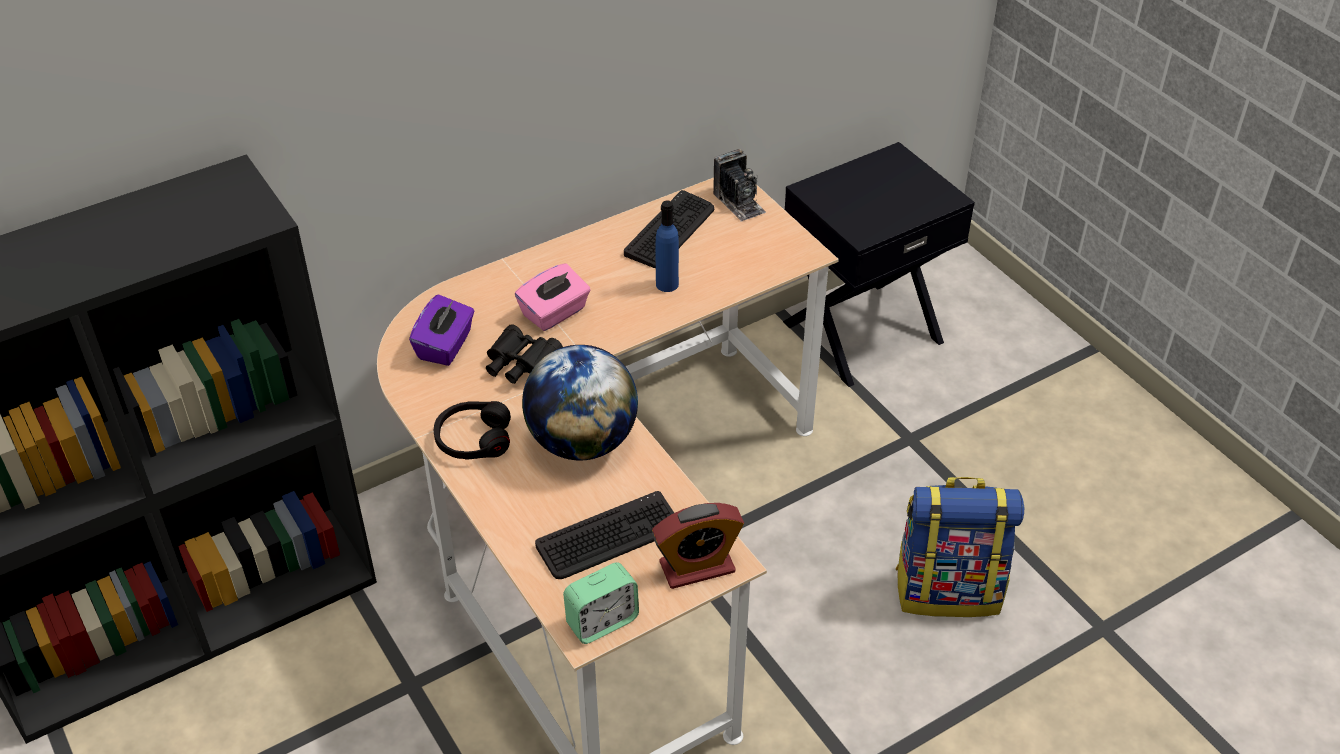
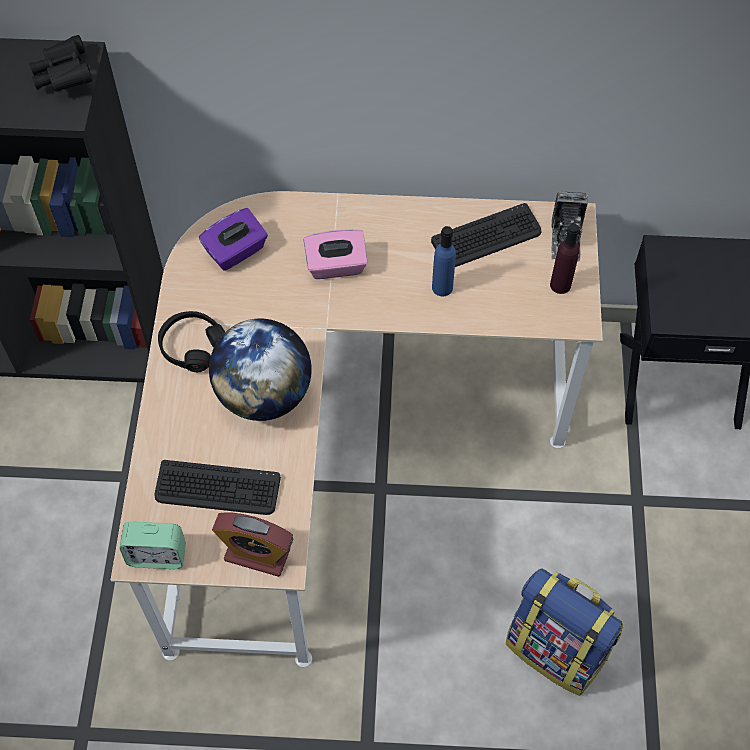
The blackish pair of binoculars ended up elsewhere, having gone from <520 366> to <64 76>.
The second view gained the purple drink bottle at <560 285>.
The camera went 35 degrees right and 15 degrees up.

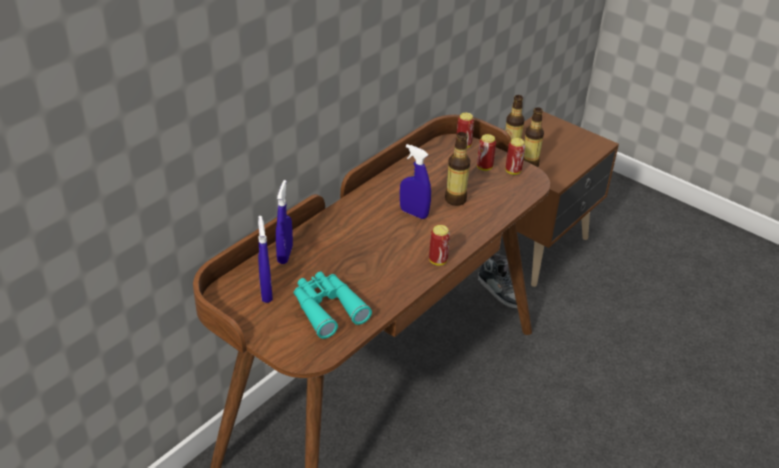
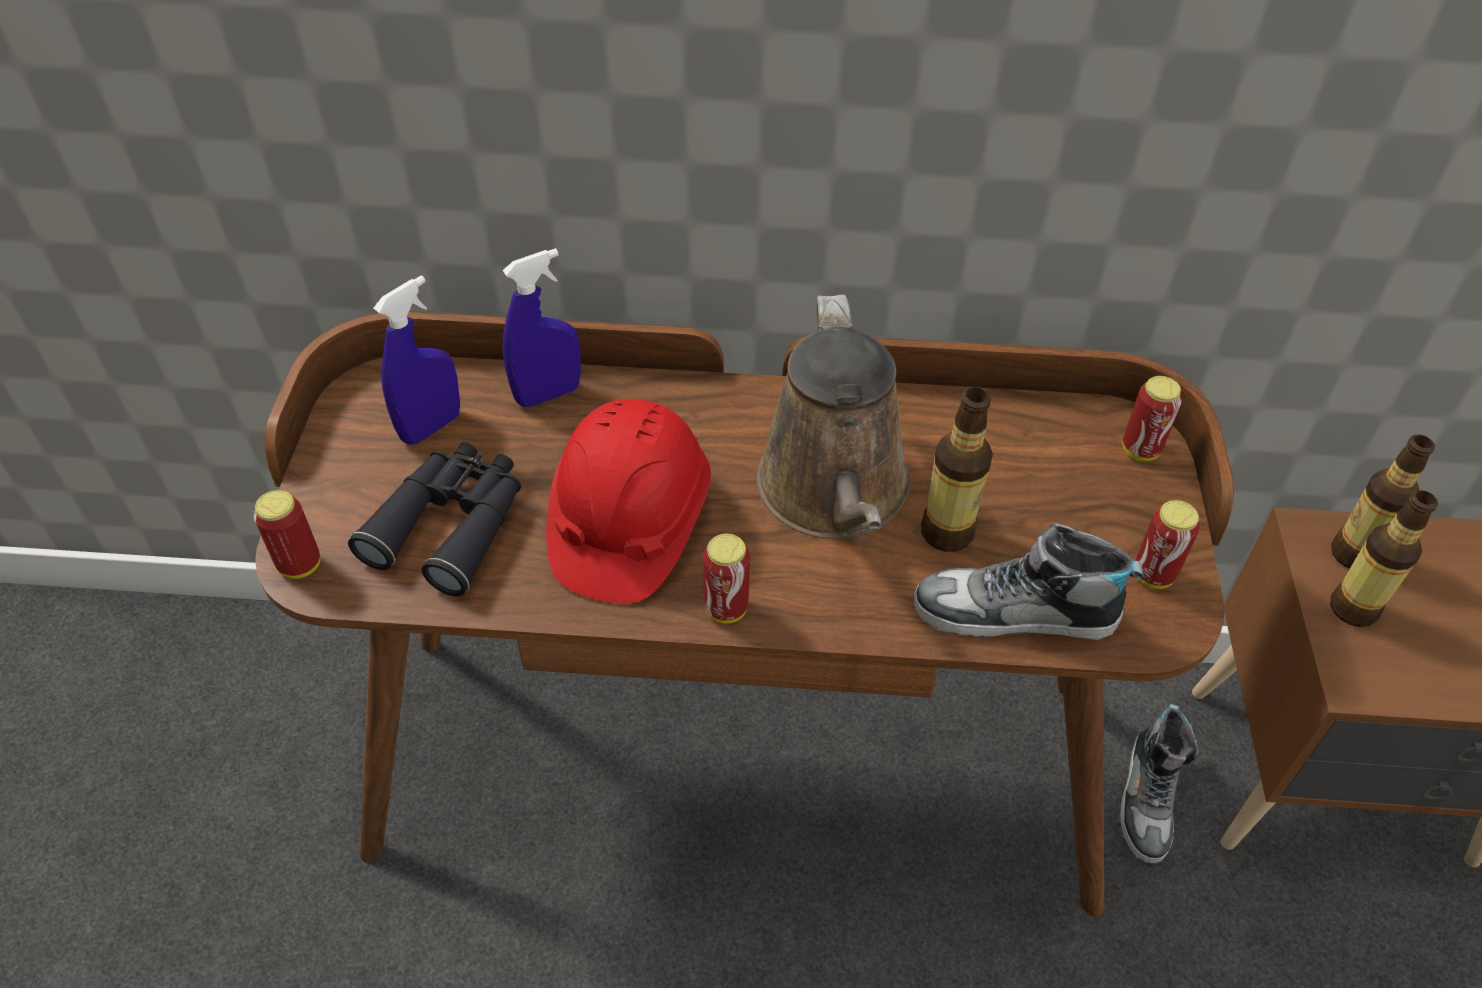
The sealed can ended up elsewhere, having gone from <484 167> to <300 565>.
Where the blue hand sprayer stood at <414 213>, the brownish watering can came to stand at <835 494>.
What was the blue-green pair of binoculars at <327 308> turned into the blackish pair of binoculars at <452 525>.
The second view gained the red-coloured hard hat at <629 524>.
The second view gained the item of footwear at <1015 614>.
The camera went 55 degrees right and 10 degrees up.

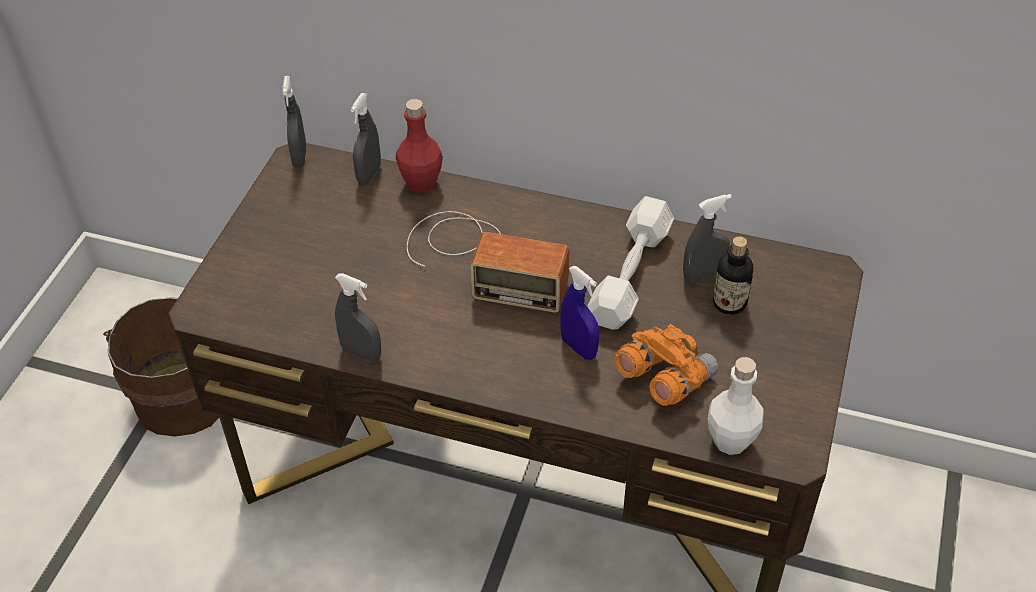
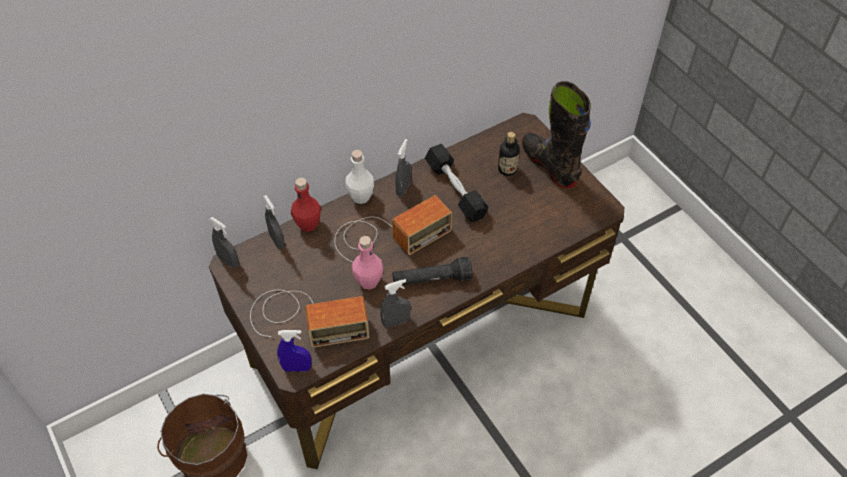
The greyish hand sprayer ended up elsewhere, having gone from <703 275> to <403 188>.
What was the white-coloured free weight at <630 275> turned into the blackish free weight at <455 190>.
The blue hand sprayer ended up elsewhere, having gone from <579 348> to <297 368>.
The second view lost the orange-coloured pair of binoculars at <663 378>.
The white-coloured drink bottle ended up elsewhere, having gone from <730 441> to <360 197>.
The second view gained the blackish high-top boot at <550 165>.
The second view gained the pink-coloured drink bottle at <368 281>.
The second view gained the blackish hand torch at <431 280>.
The second view gained the radio receiver at <305 318>.
The camera went 50 degrees left and 5 degrees up.

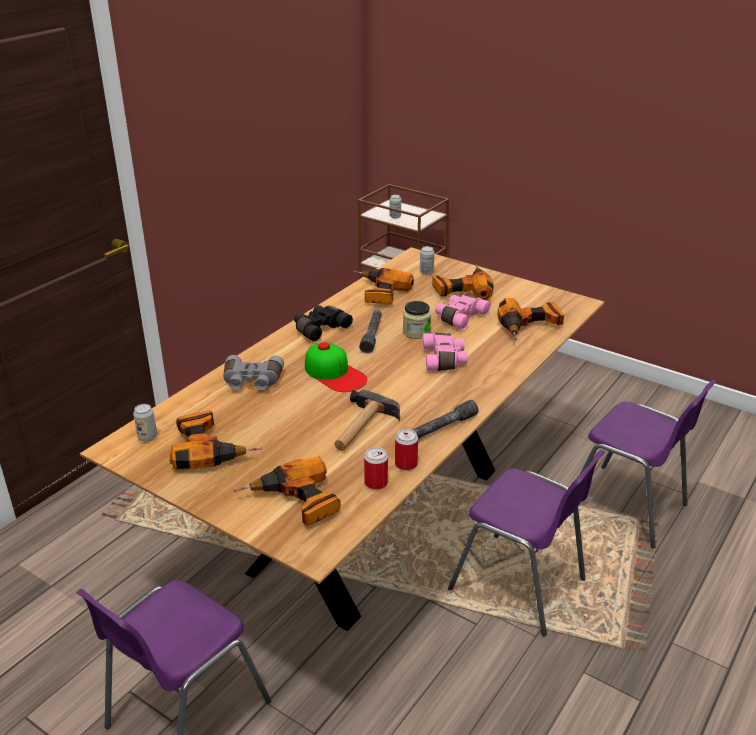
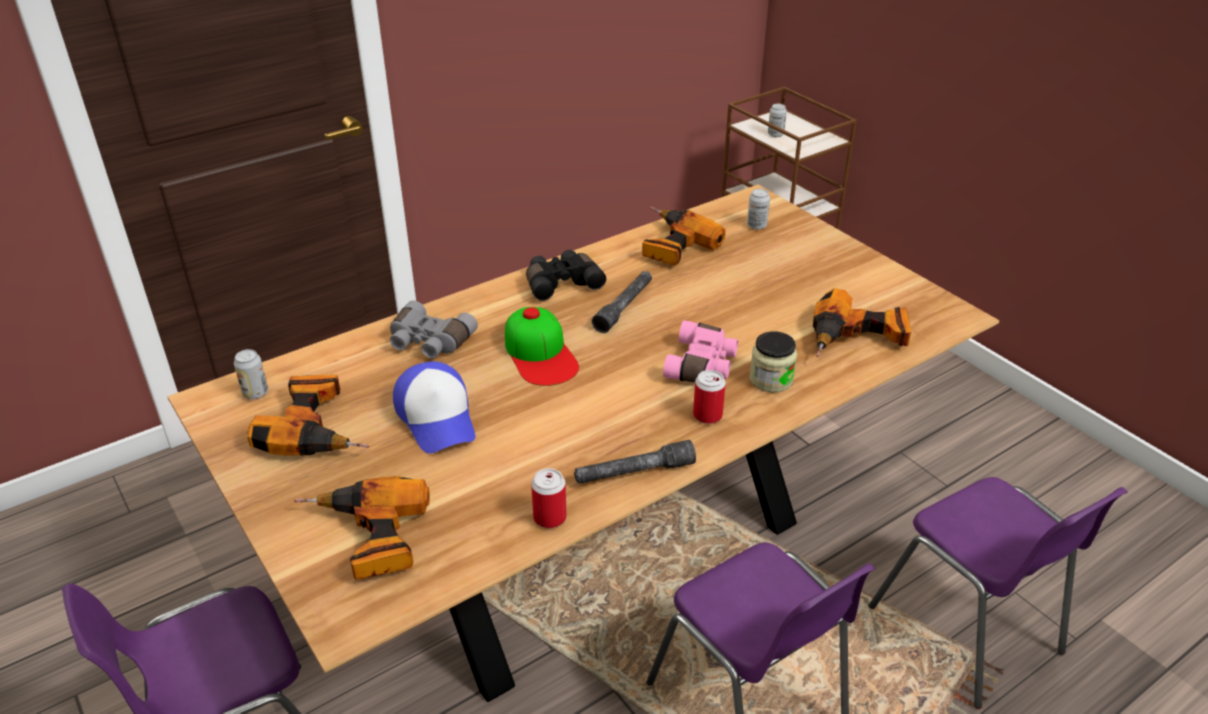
The second view lost the power drill at <461 289>.
The second view lost the pink-coloured pair of binoculars at <459 317>.
The preserve jar ended up elsewhere, having gone from <416 332> to <771 379>.
The second view lost the hand hammer at <361 428>.
The sealed can ended up elsewhere, having gone from <376 483> to <707 415>.
The second view gained the peaked cap at <437 418>.
The camera went 20 degrees right and 5 degrees up.

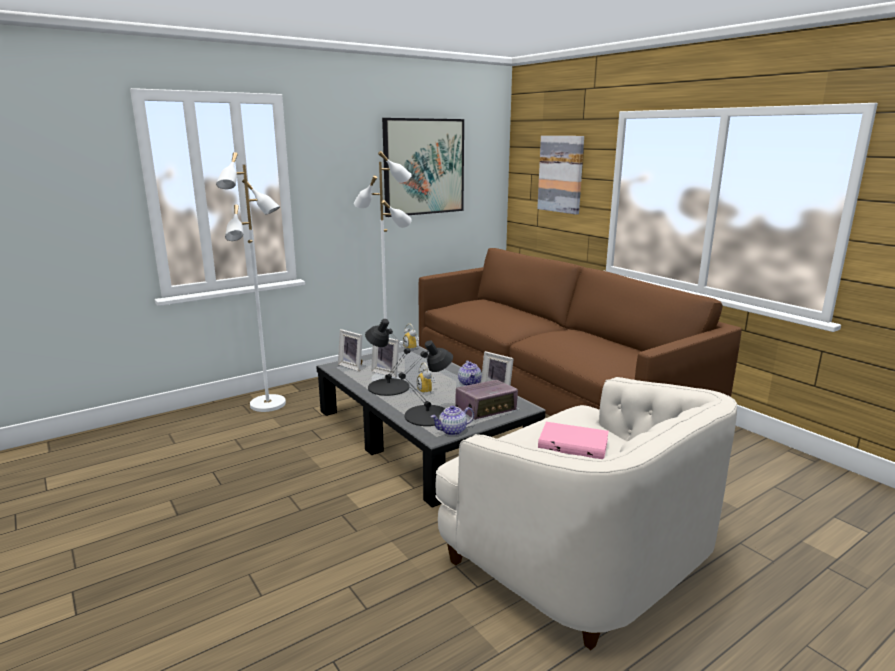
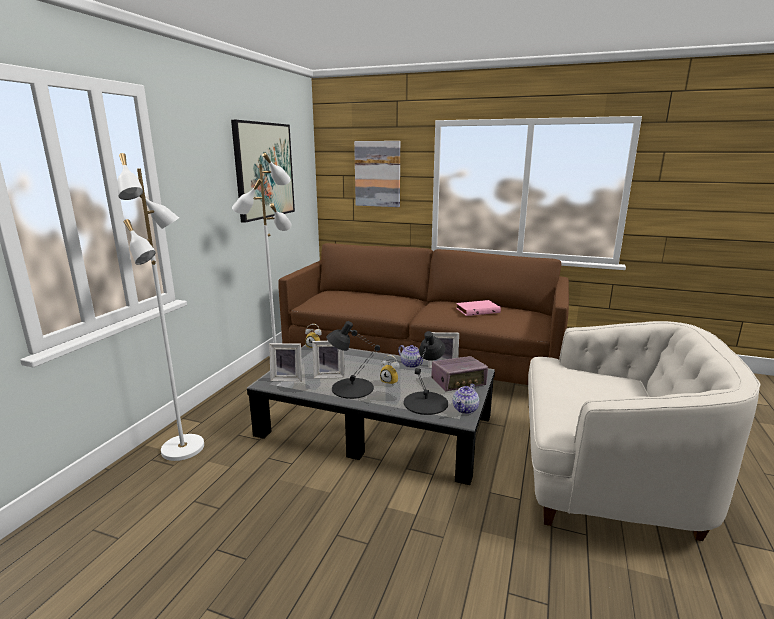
The radio receiver at <486 409> ended up facing another way, 45 degrees clockwise from before.
The pink-coloured volume ended up elsewhere, having gone from <574 443> to <477 310>.
The camera went 35 degrees left and 0 degrees up.

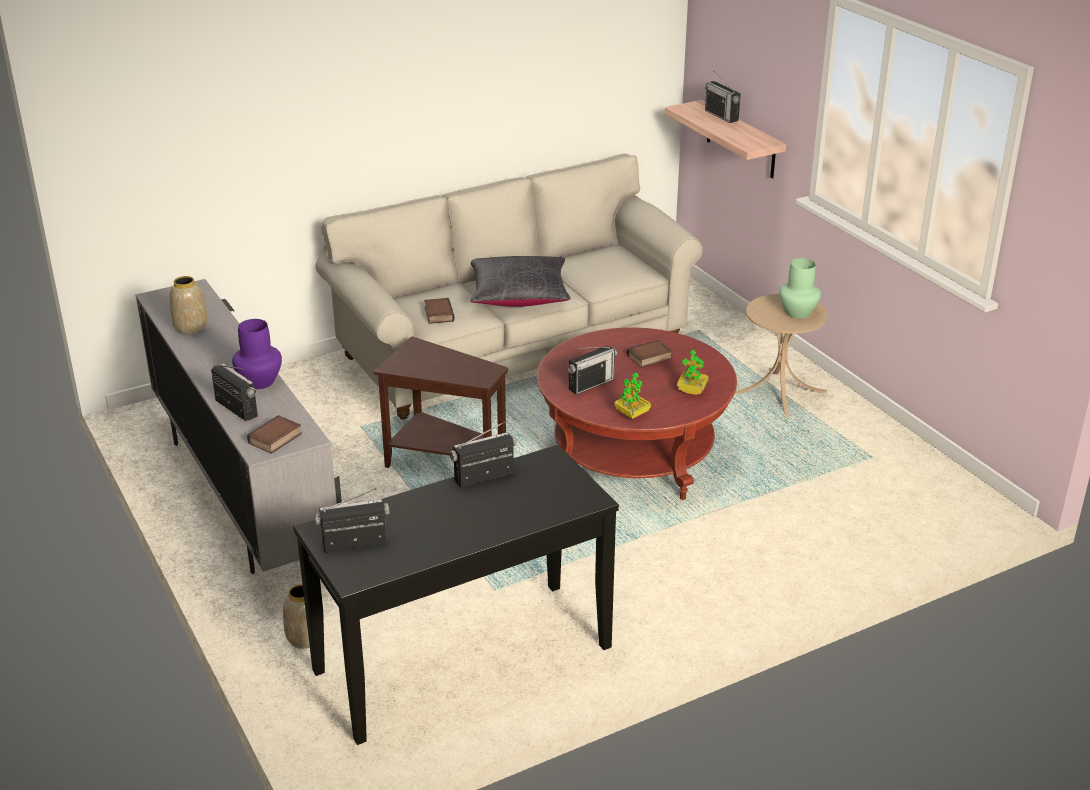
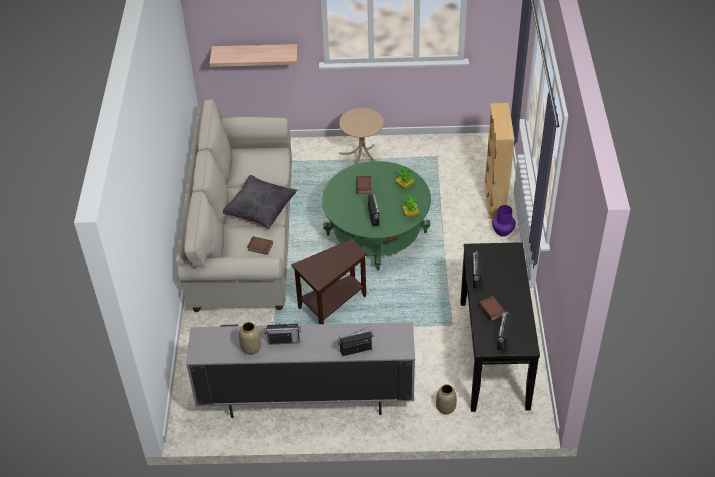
The radio receiver ended up elsewhere, having gone from <721 116> to <284 340>.
The second view lost the greenish decorative vase at <797 312>.
The purple decorative vase ended up elsewhere, having gone from <259 382> to <503 231>.
What was the red-coloured low table at <633 453> turned into the greenish low table at <376 233>.
The volume ended up elsewhere, having gone from <275 439> to <492 310>.
The second view gained the beige bookcase at <495 199>.
The camera went 60 degrees left and 15 degrees up.

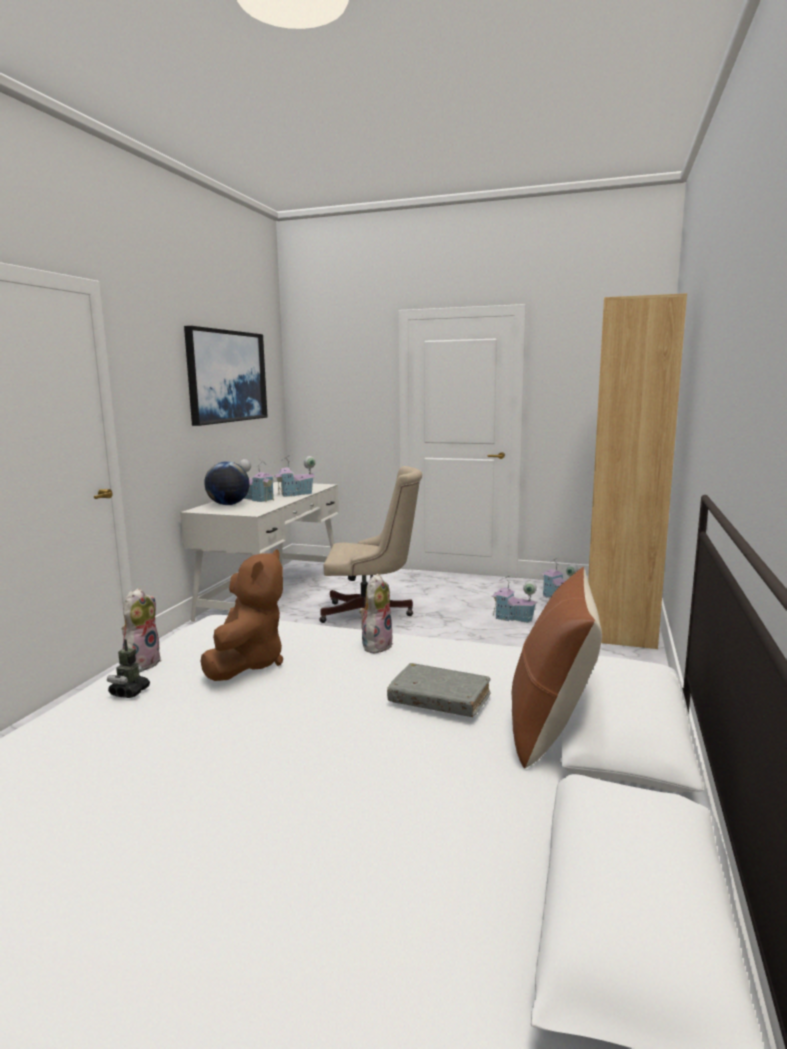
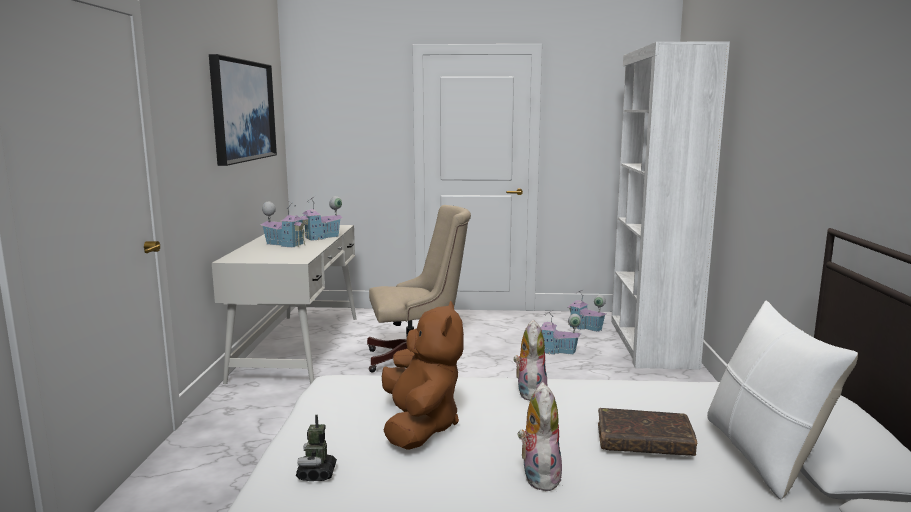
What was the brownish bookcase at <619 618> turned into the white-coloured bookcase at <650 343>.
The second view lost the desk globe at <228 505>.
What was the brownish pillow at <550 726> turned into the white-coloured pillow at <763 455>.
The plush toy ended up elsewhere, having gone from <142 663> to <538 476>.
What was the greyish volume at <439 700> turned into the brownish volume at <644 442>.
The camera went 15 degrees left and 0 degrees up.

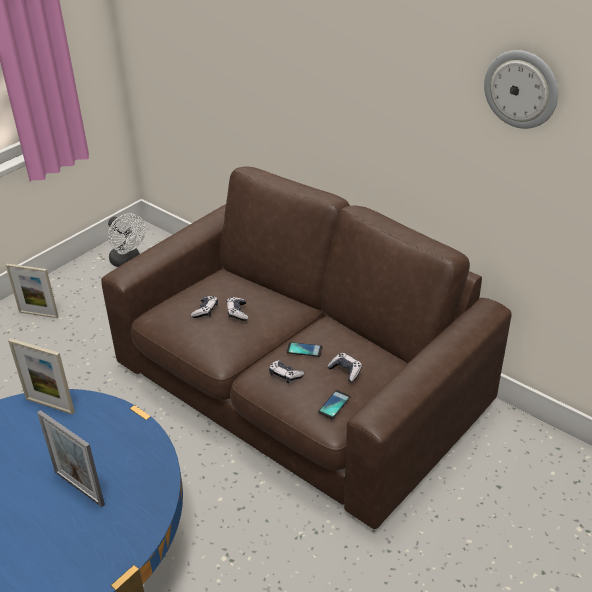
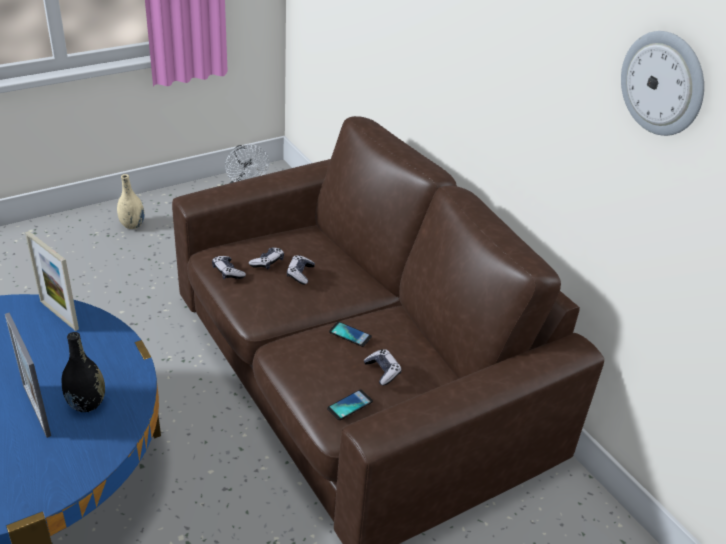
Where the photo frame stood at <38 314>, the beige decorative vase came to stand at <132 225>.
The gamepad ended up elsewhere, having gone from <285 375> to <228 272>.
The second view gained the blackish decorative vase at <87 403>.
The camera went 15 degrees right and 0 degrees up.

